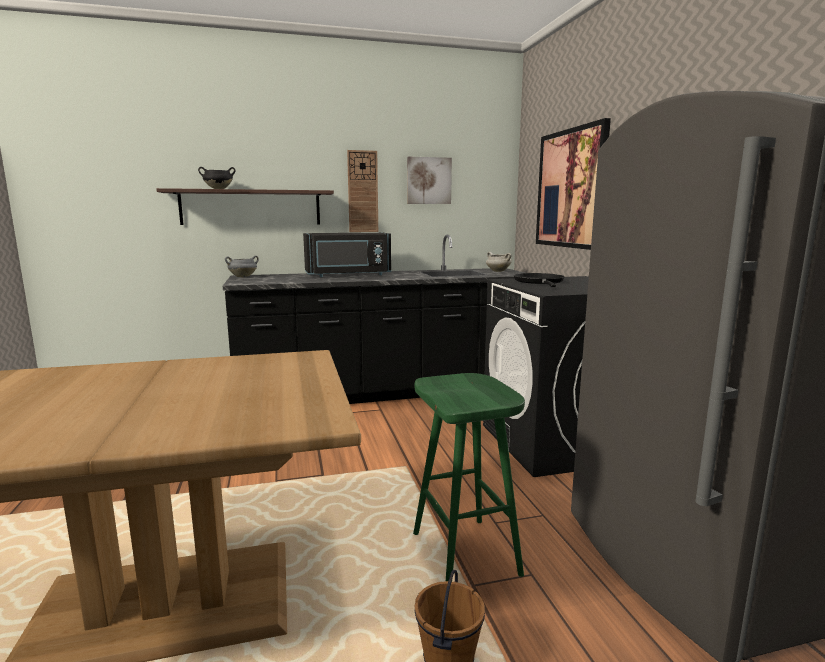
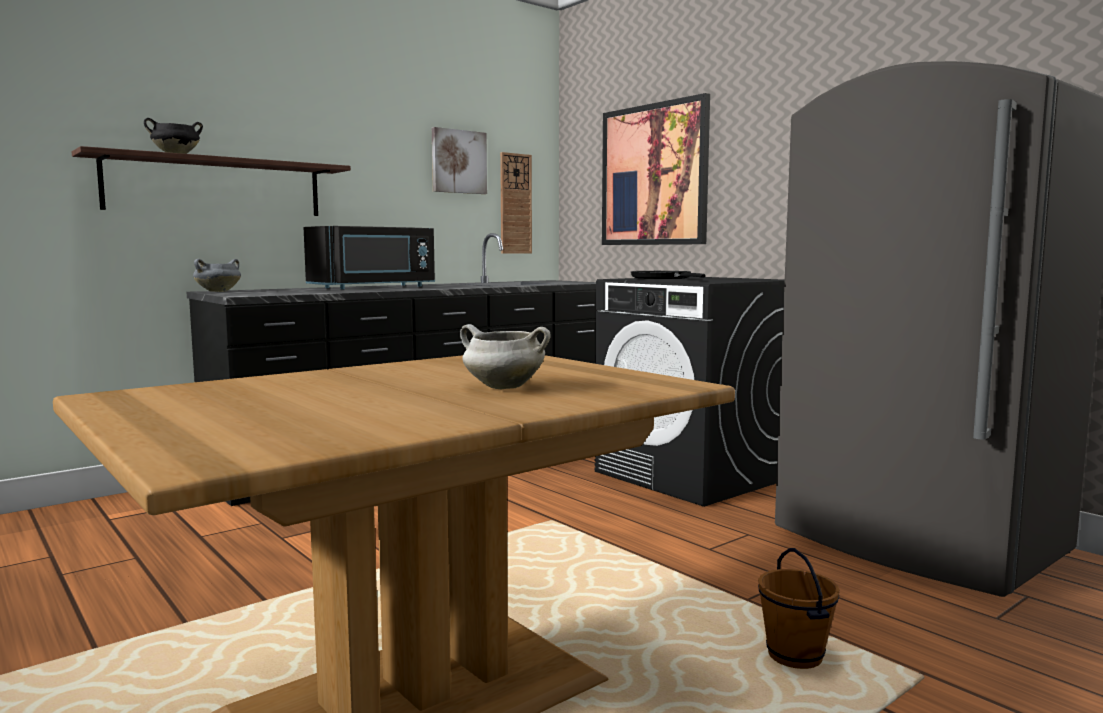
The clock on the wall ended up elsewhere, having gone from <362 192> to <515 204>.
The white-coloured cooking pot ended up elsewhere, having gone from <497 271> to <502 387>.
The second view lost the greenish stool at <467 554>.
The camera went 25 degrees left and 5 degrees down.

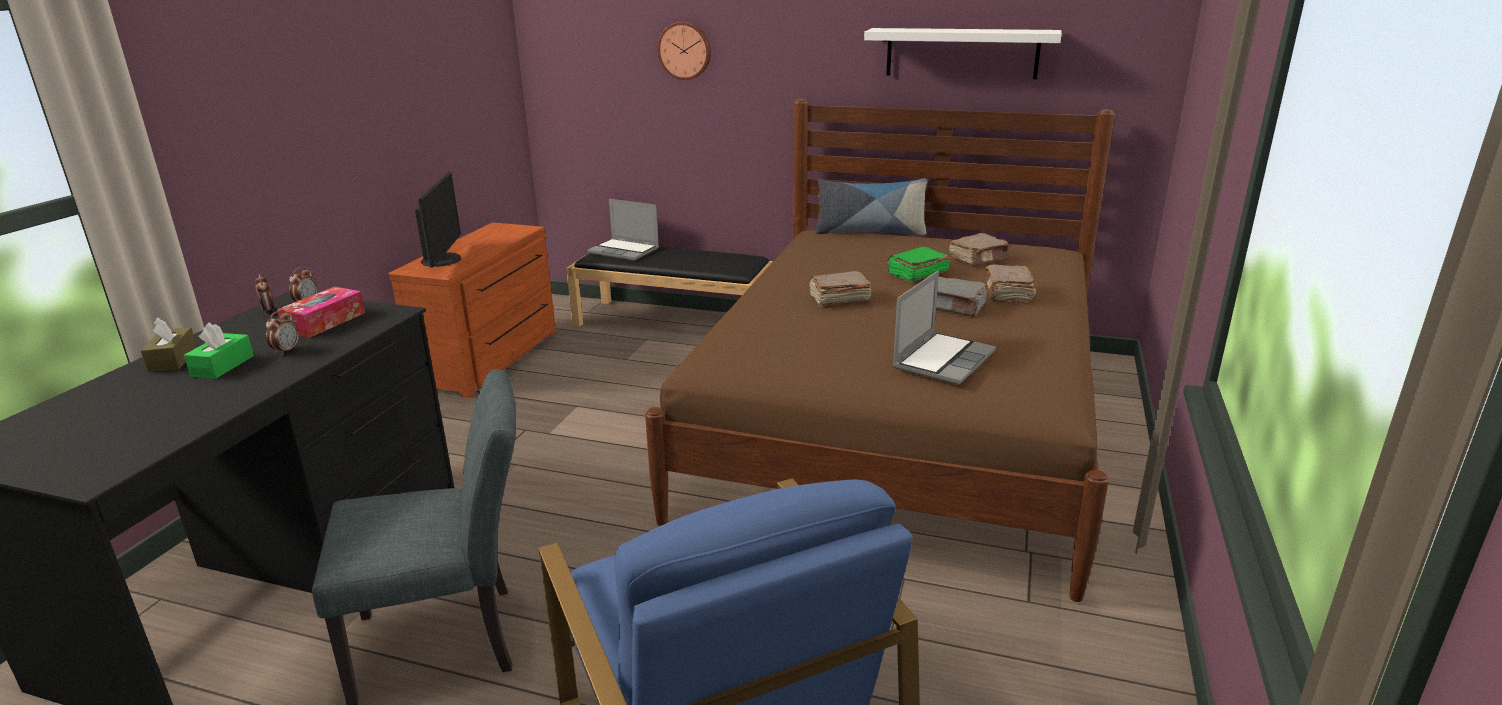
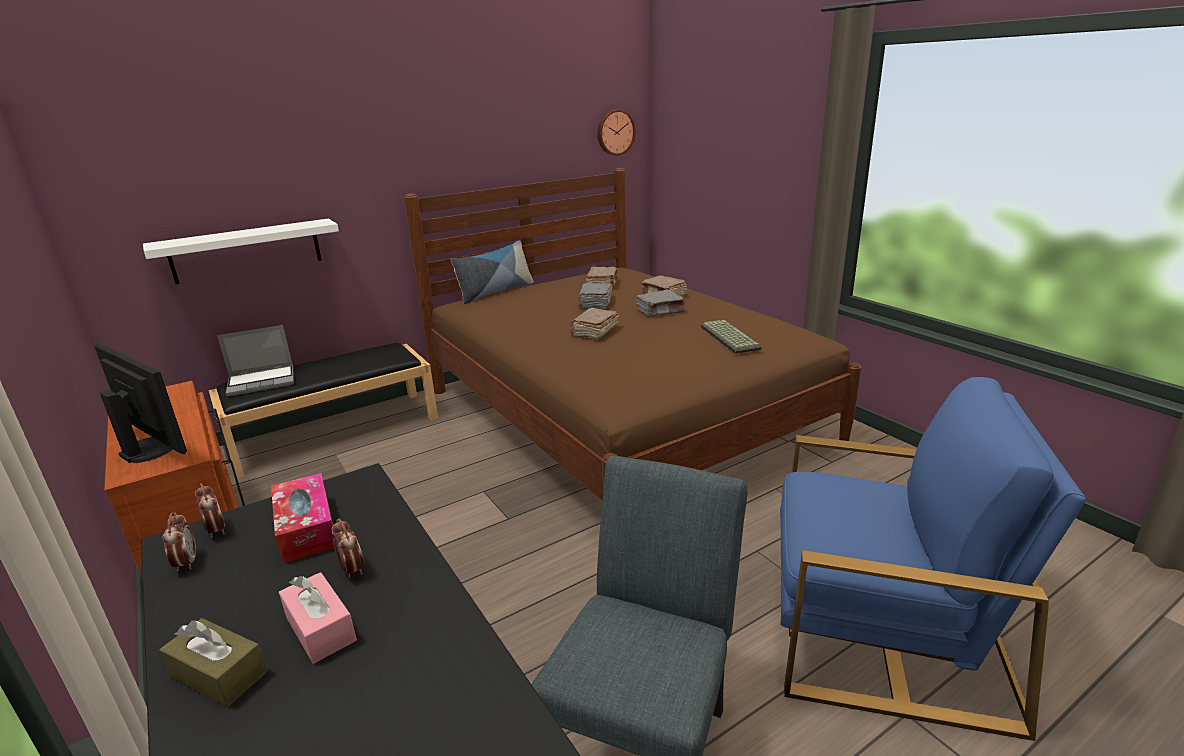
The clock on the wall ended up elsewhere, having gone from <685 50> to <615 132>.
The white-coloured shelf ended up elsewhere, having gone from <961 53> to <246 251>.
What was the greenish volume at <916 274> turned into the greyish volume at <595 303>.
Where the laptop stood at <943 359>, the keyboard came to stand at <727 337>.
The bedside clock at <269 311> ended up facing another way, 120 degrees counterclockwise from before.
What was the greenish box of tissues at <223 366> turned into the pink-coloured box of tissues at <320 629>.
The camera went 50 degrees left and 0 degrees up.

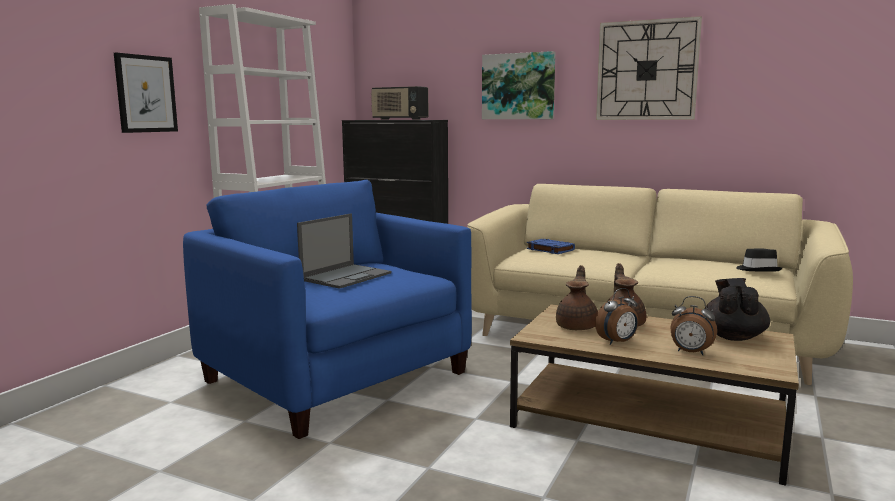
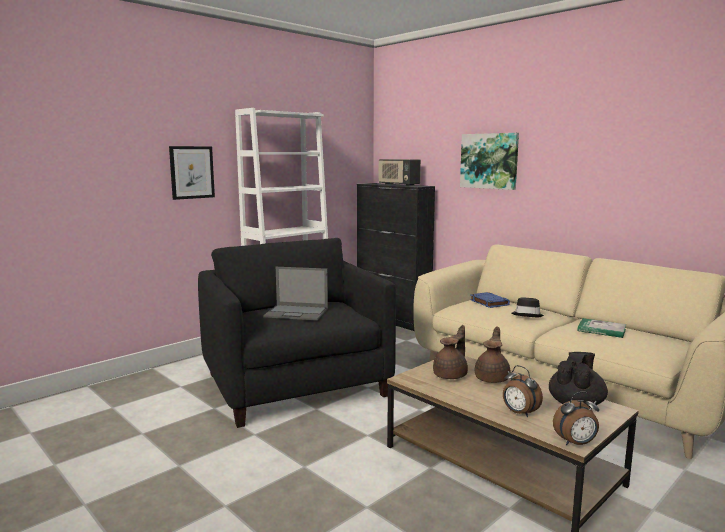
The second view lost the clock on the wall at <647 70>.
What was the blue easy chair at <337 377> turned into the blackish easy chair at <296 385>.
The laptop at <346 276> ended up facing another way, 45 degrees clockwise from before.
The blackish hat ended up elsewhere, having gone from <758 270> to <527 315>.
The bedside clock ended up elsewhere, having gone from <617 342> to <576 443>.
The second view gained the volume at <601 330>.
The camera went 20 degrees right and 0 degrees up.

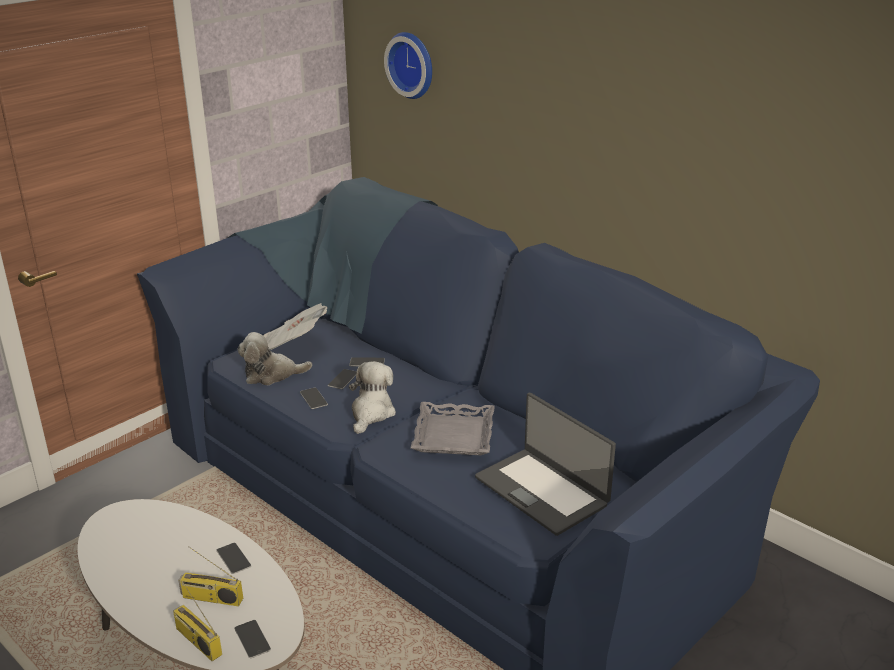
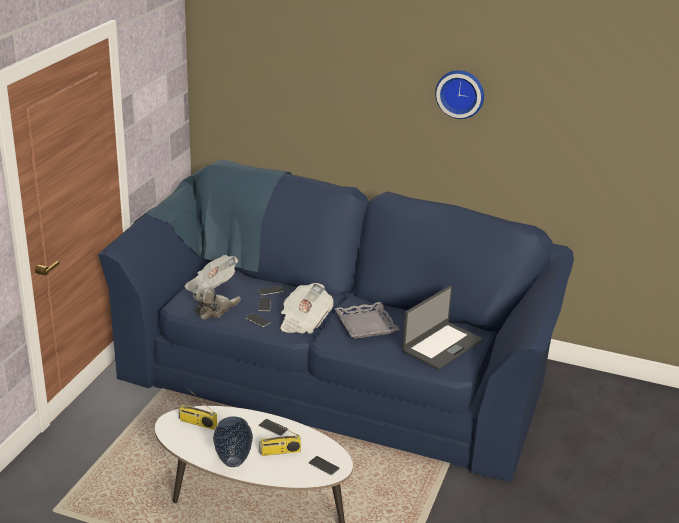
The clock on the wall ended up elsewhere, having gone from <413 64> to <460 93>.
Where the plush toy stood at <371 413>, the printed paper came to stand at <304 322>.
The laptop at <542 490> ended up facing another way, 75 degrees counterclockwise from before.
The radio receiver ended up elsewhere, having gone from <197 641> to <197 423>.
The second view gained the decorative vase at <234 462>.
The camera went 25 degrees left and 0 degrees up.

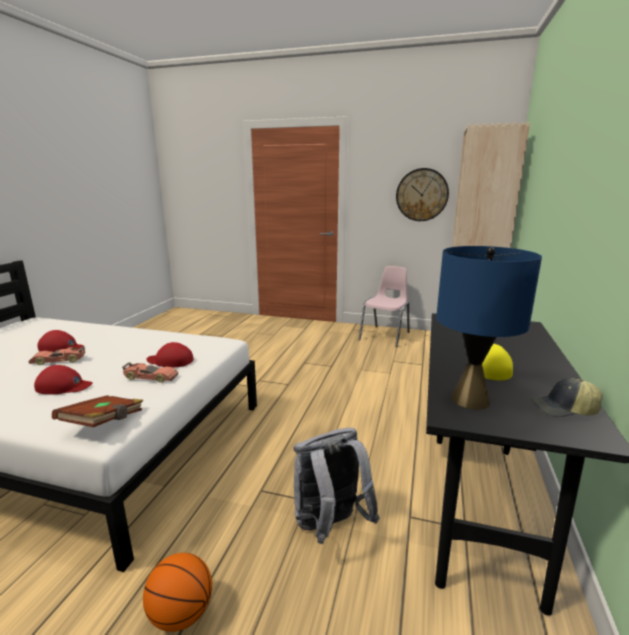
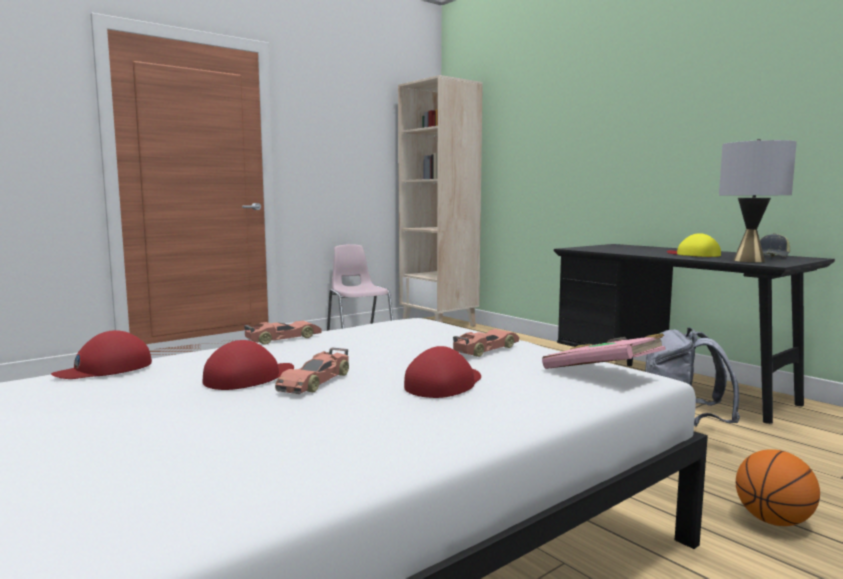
The second view lost the clock on the wall at <422 195>.
What was the blue tabletop lamp at <470 400> turned into the greyish tabletop lamp at <749 261>.
The red-coloured peaked cap ended up elsewhere, having gone from <170 360> to <105 368>.
What was the brownish volume at <104 423> turned into the pink-coloured volume at <602 374>.
The second view gained the miniature car at <283 339>.
The camera went 55 degrees left and 10 degrees down.

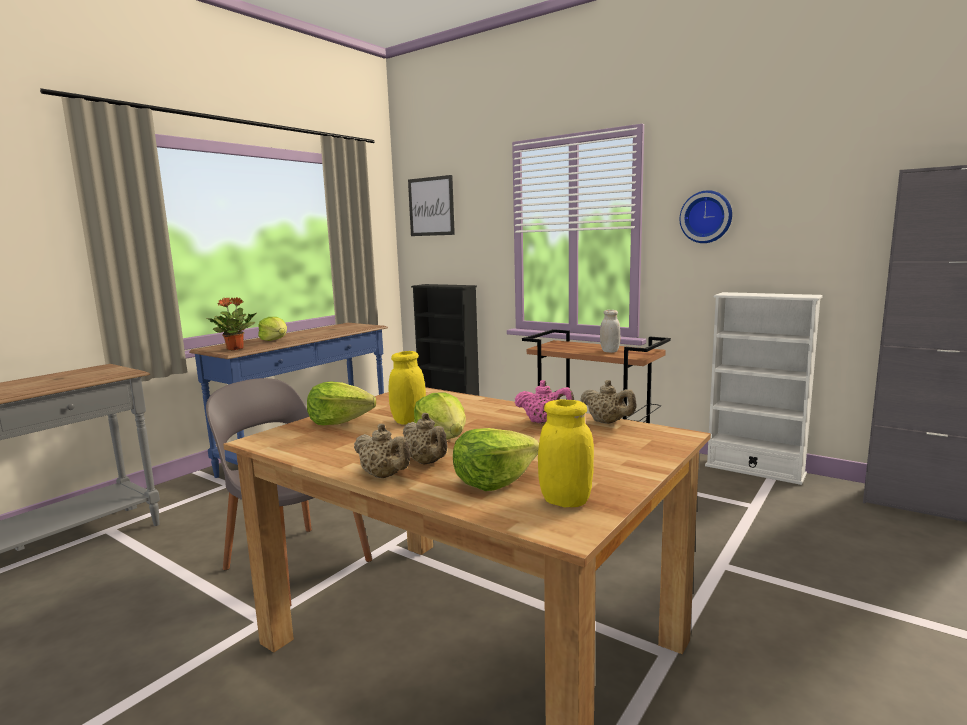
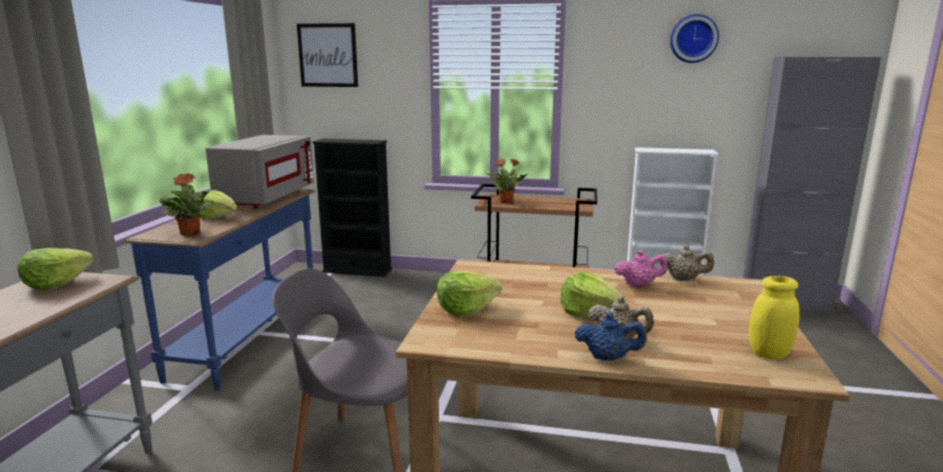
The clock on the wall ended up elsewhere, having gone from <706 217> to <693 38>.
The second view lost the white-coloured preserve jar at <609 351>.
The second view lost the yellowish preserve jar at <409 421>.
What was the beige pot for tea at <384 476> turned into the blue pot for tea at <608 358>.
The lettuce ended up elsewhere, having gone from <493 480> to <56 283>.
The second view gained the greyish microwave at <266 197>.
The second view gained the plant in a pot at <506 202>.
The camera went 25 degrees left and 5 degrees up.

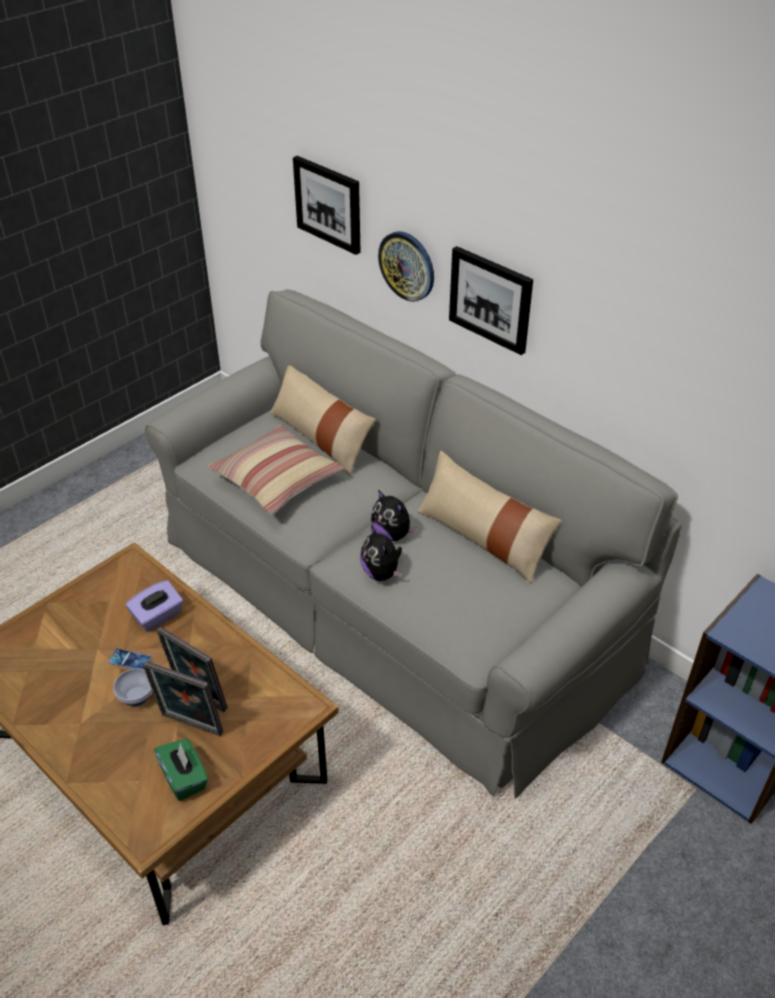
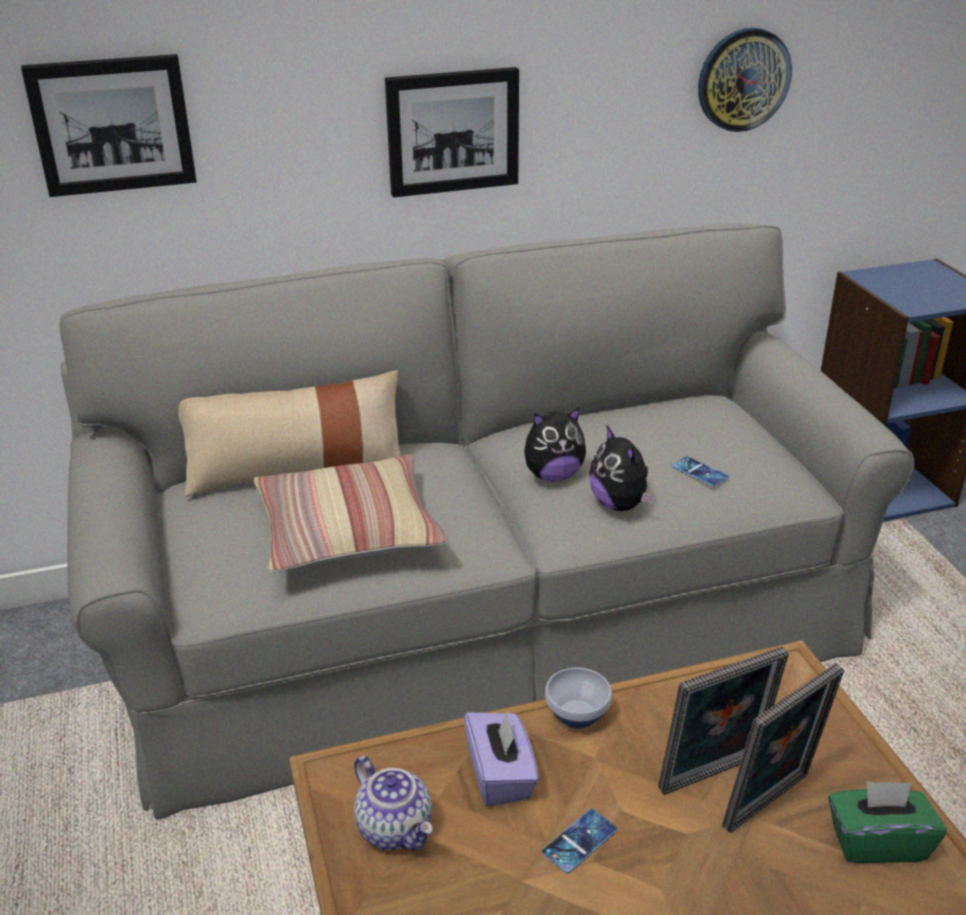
The clock on the wall ended up elsewhere, having gone from <407 266> to <743 79>.
The second view lost the beige pillow at <483 538>.
The plush toy at <382 573> ended up facing another way, 60 degrees clockwise from before.
The serving bowl ended up elsewhere, having gone from <135 696> to <576 716>.
The second view gained the telephone at <699 472>.
The second view gained the pot for tea at <396 828>.
The camera went 60 degrees left and 10 degrees down.

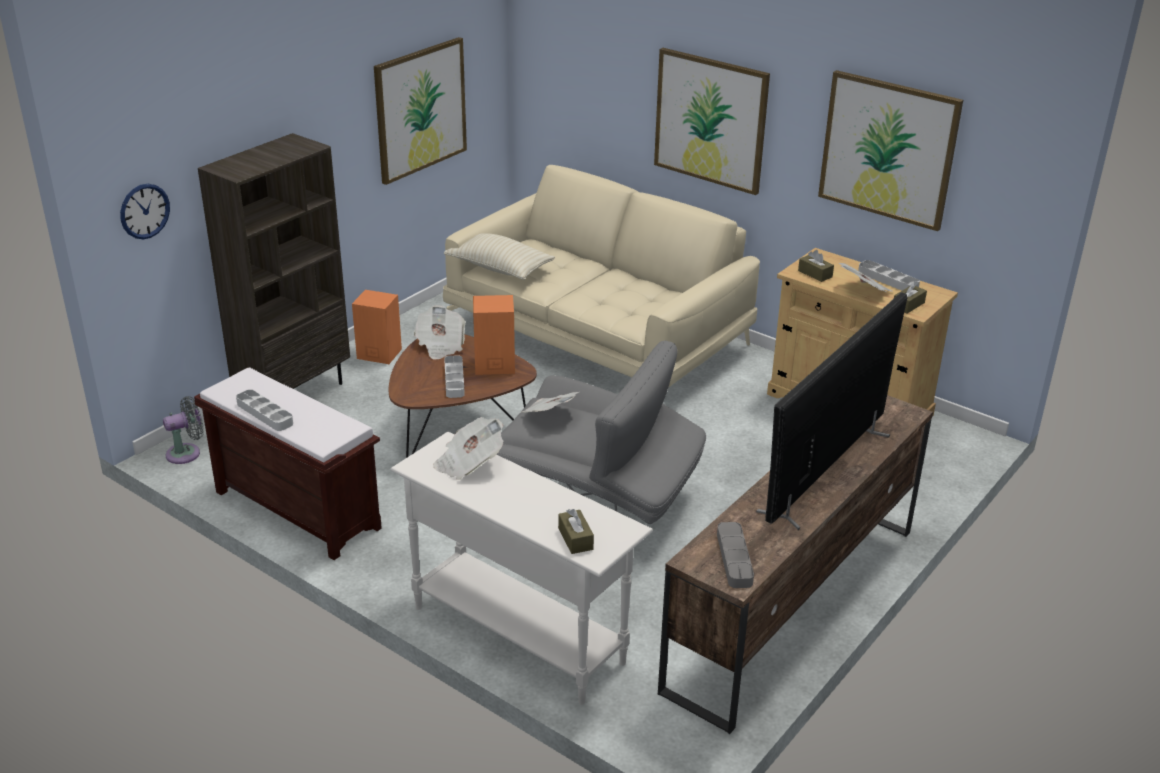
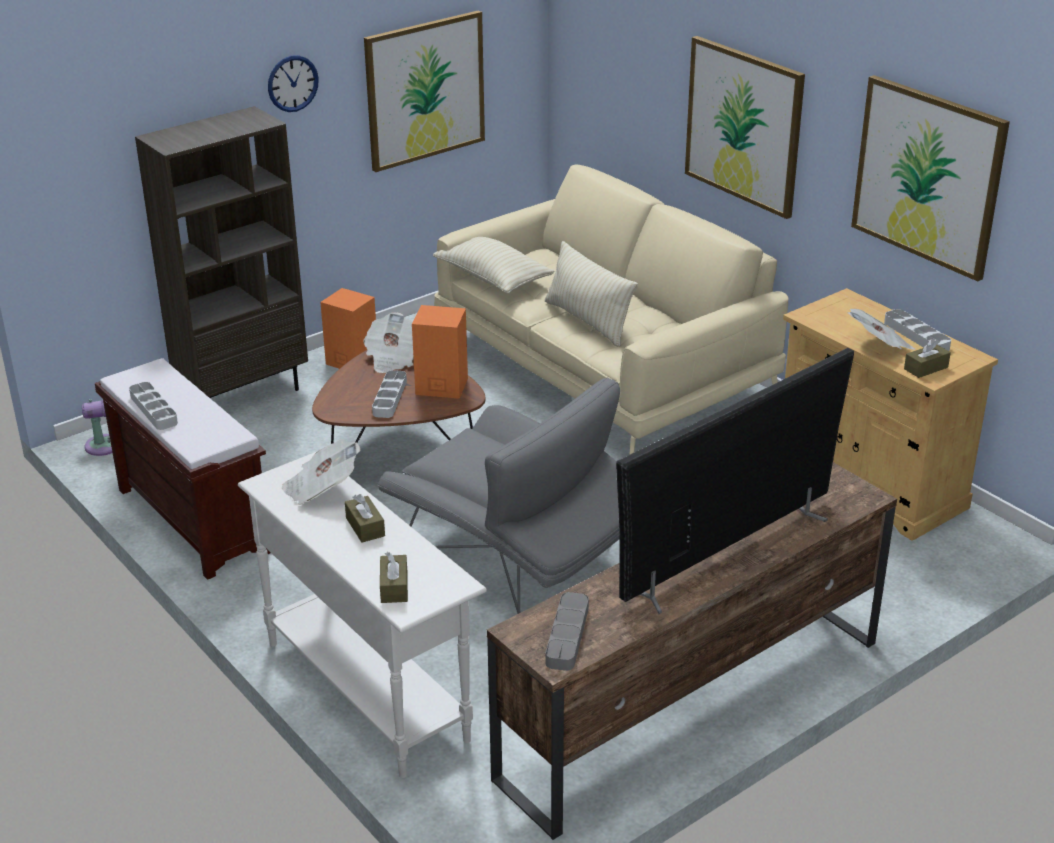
The clock on the wall ended up elsewhere, having gone from <144 211> to <292 83>.
The brownish box of tissues ended up elsewhere, having gone from <815 274> to <365 527>.
The second view lost the printed paper at <550 415>.
The second view gained the beige pillow at <588 321>.
The camera went 15 degrees right and 0 degrees up.

